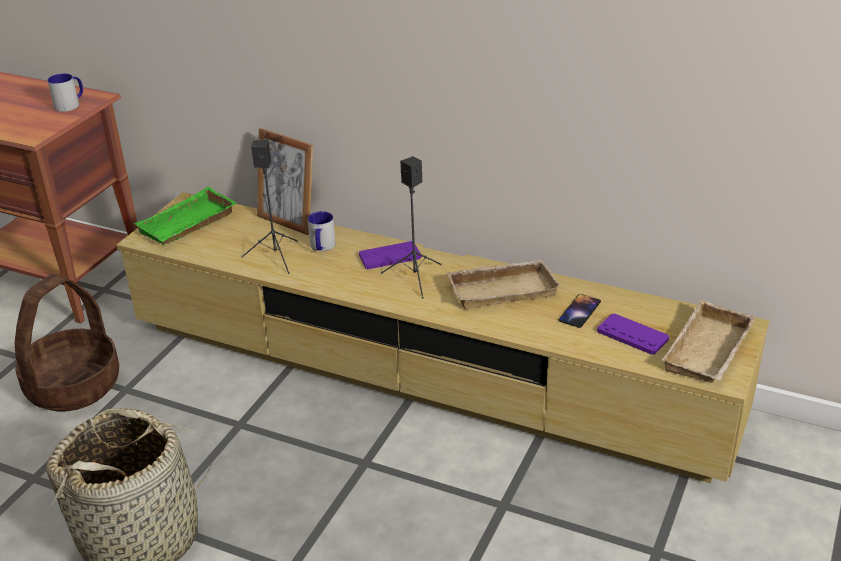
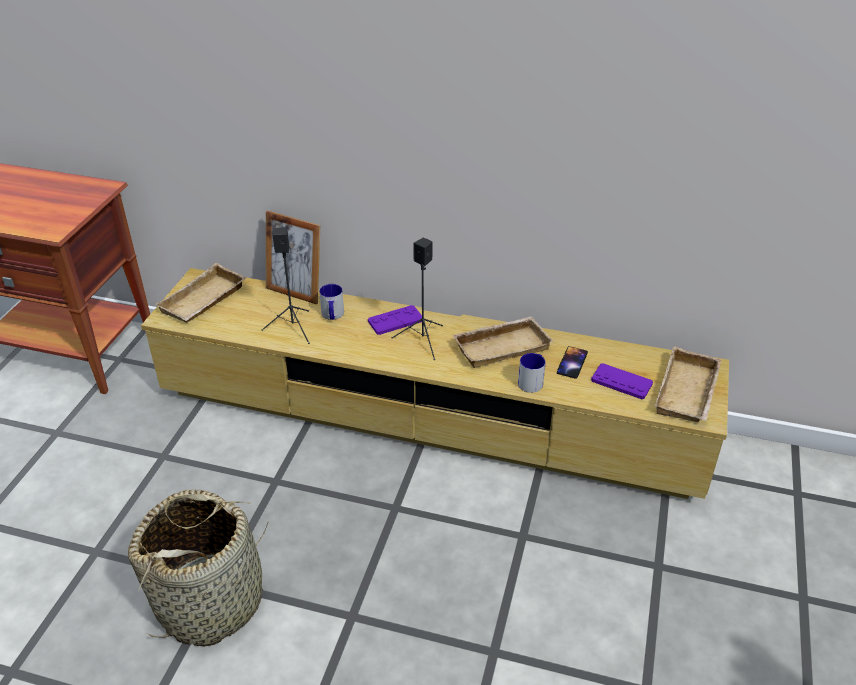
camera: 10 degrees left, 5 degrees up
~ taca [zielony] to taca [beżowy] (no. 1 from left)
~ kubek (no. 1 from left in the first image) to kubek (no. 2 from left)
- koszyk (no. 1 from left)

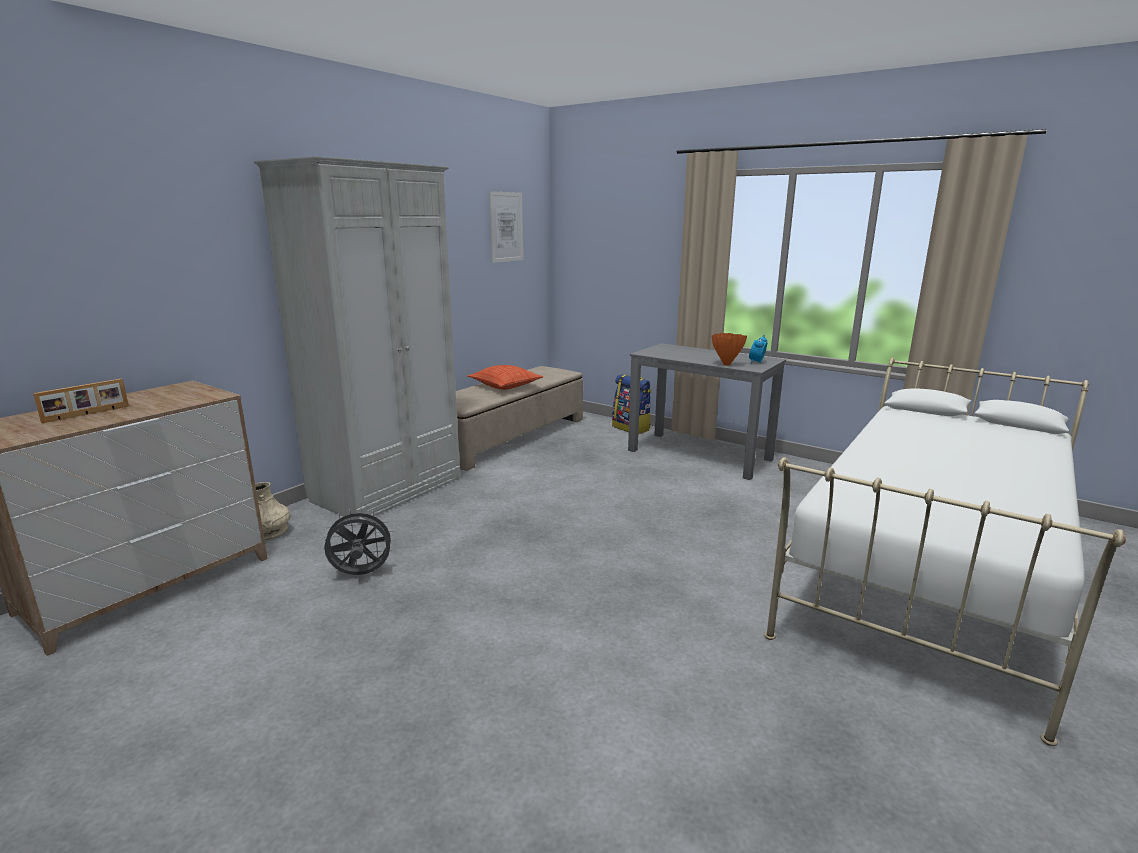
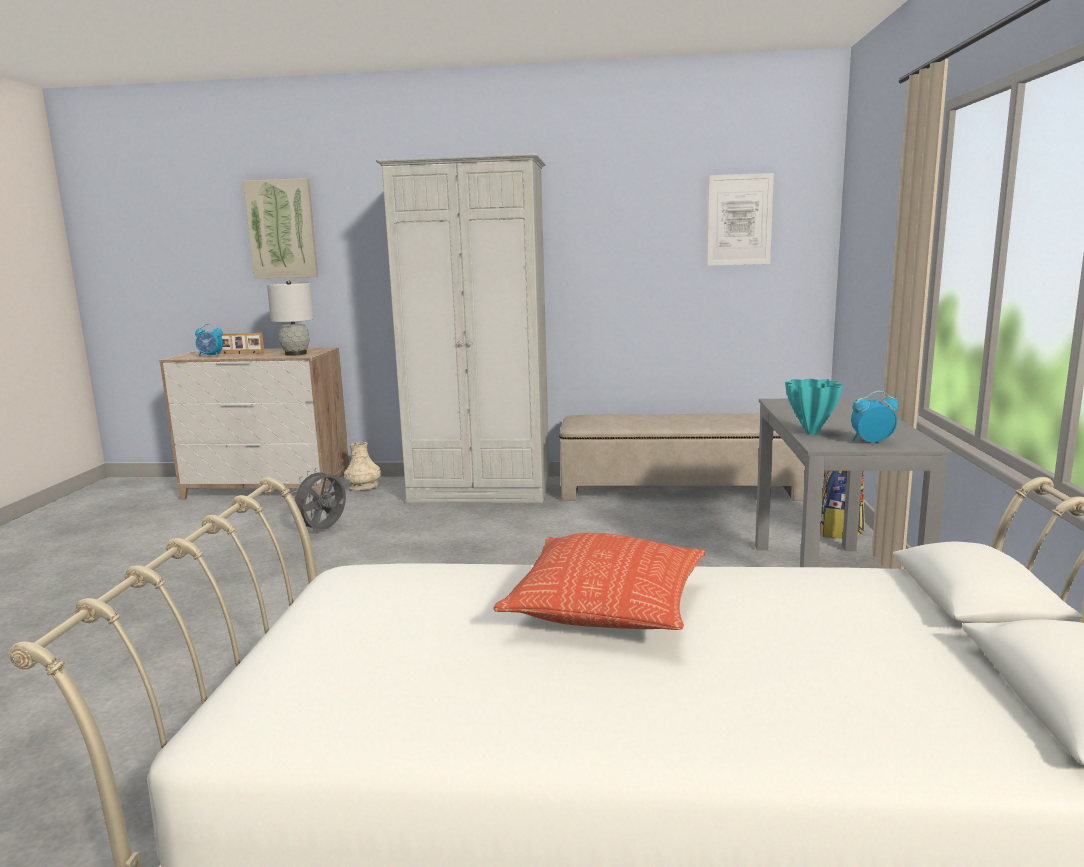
camera: 60 degrees right, 5 degrees down
+ budzik (no. 1 from left)
+ obraz (no. 1 from left)
+ lampa stołowa [biały]
~ wentylator [szary] 105 degrees counterclockwise
~ poduszka [pomarańczowy]
~ wazon [pomarańczowy] to wazon [turkusowy]

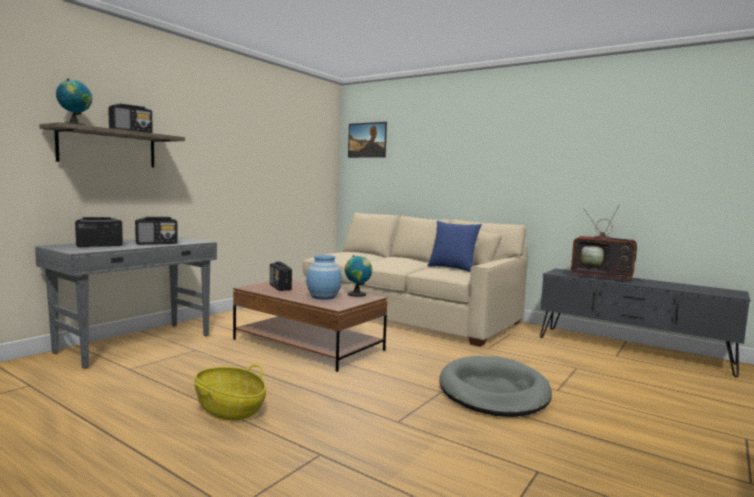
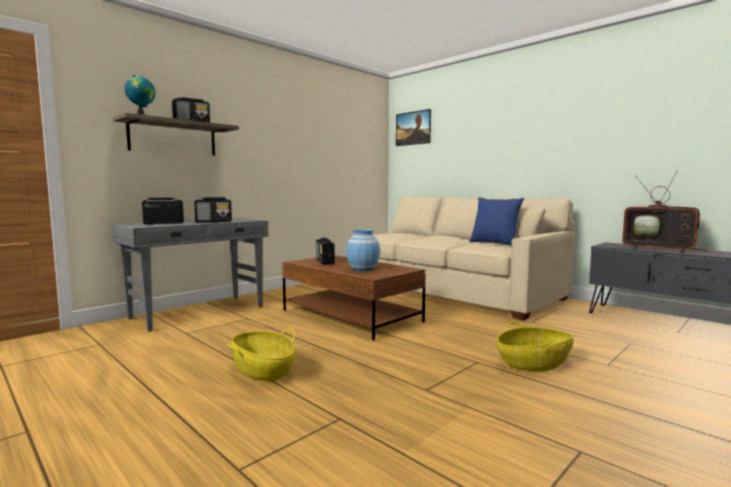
camera: 10 degrees right, 0 degrees up
~ legowisko [szary] to koszyk (no. 2 from left)
- globus (no. 2 from left)

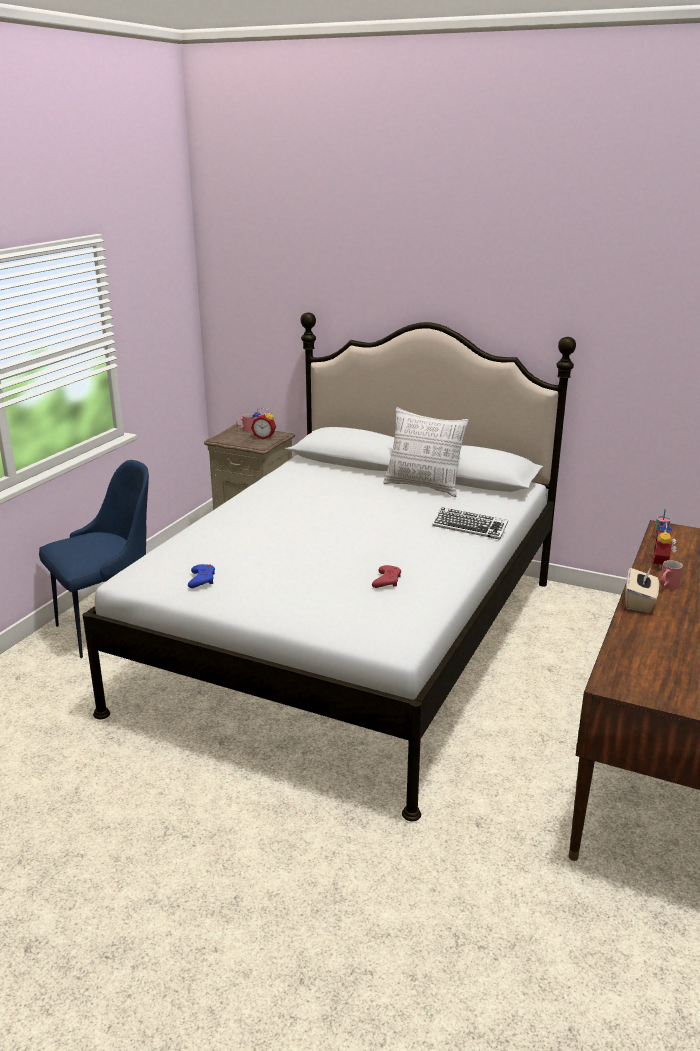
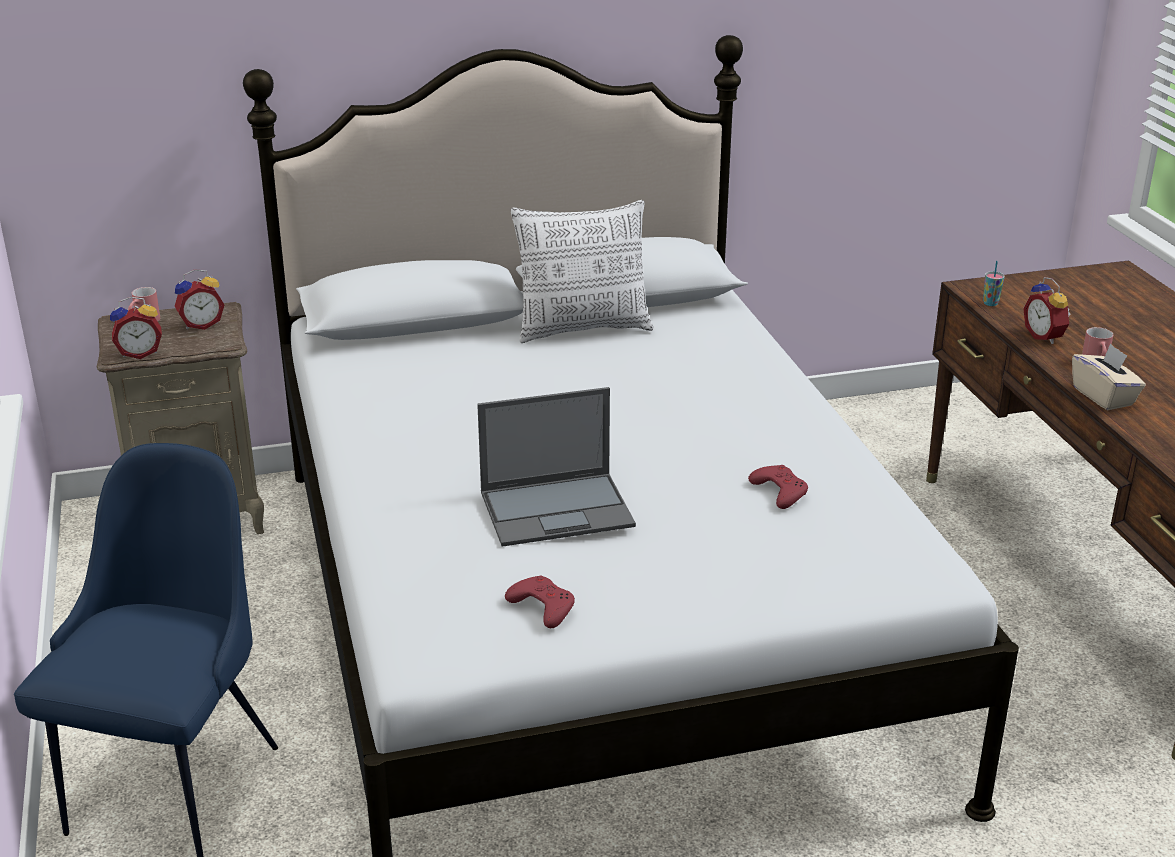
camera: 40 degrees left, 5 degrees up
+ budzik (no. 1 from left)
+ laptop
~ pad do gier [niebieski] to pad do gier [czerwony] (no. 1 from left)
- klawiatura

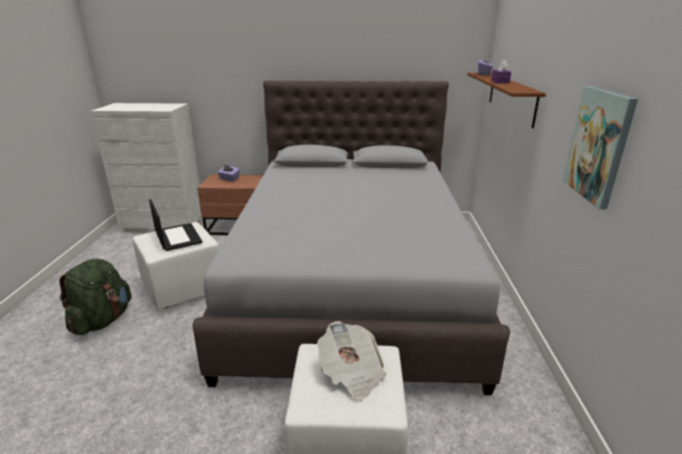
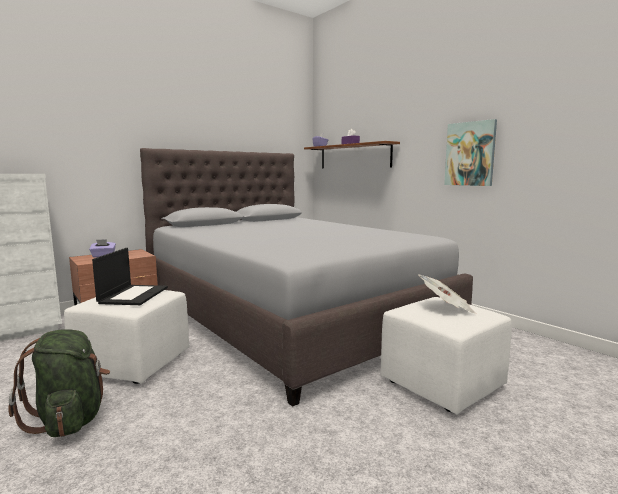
camera: 40 degrees left, 15 degrees down
~ laptop 75 degrees clockwise

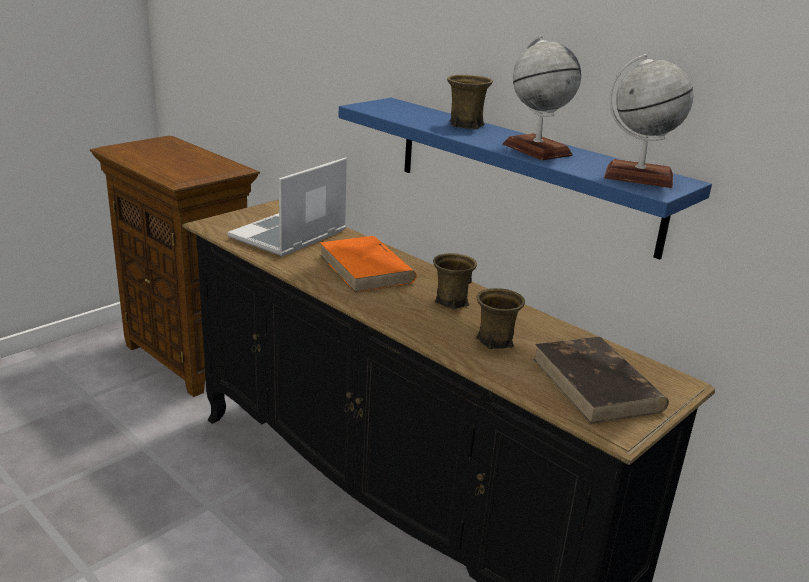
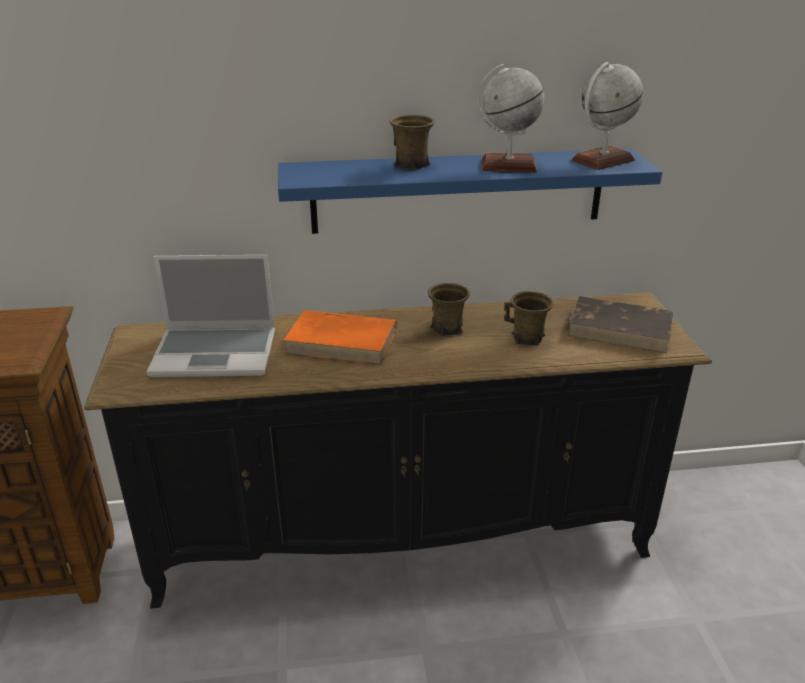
camera: 50 degrees left, 5 degrees up
~ laptop 75 degrees counterclockwise

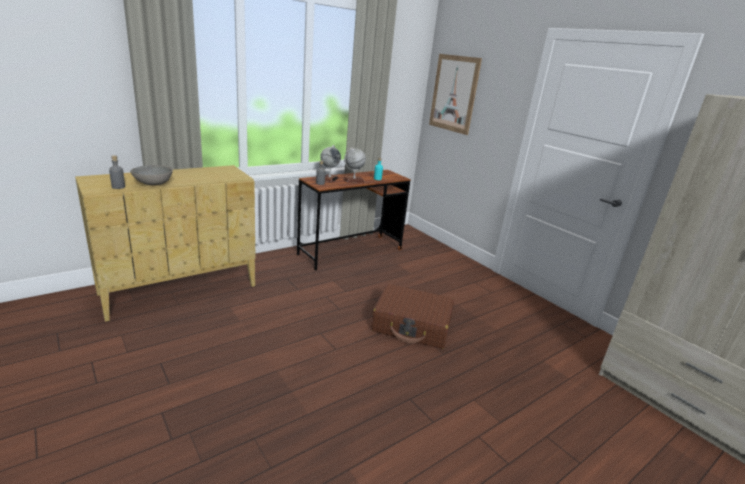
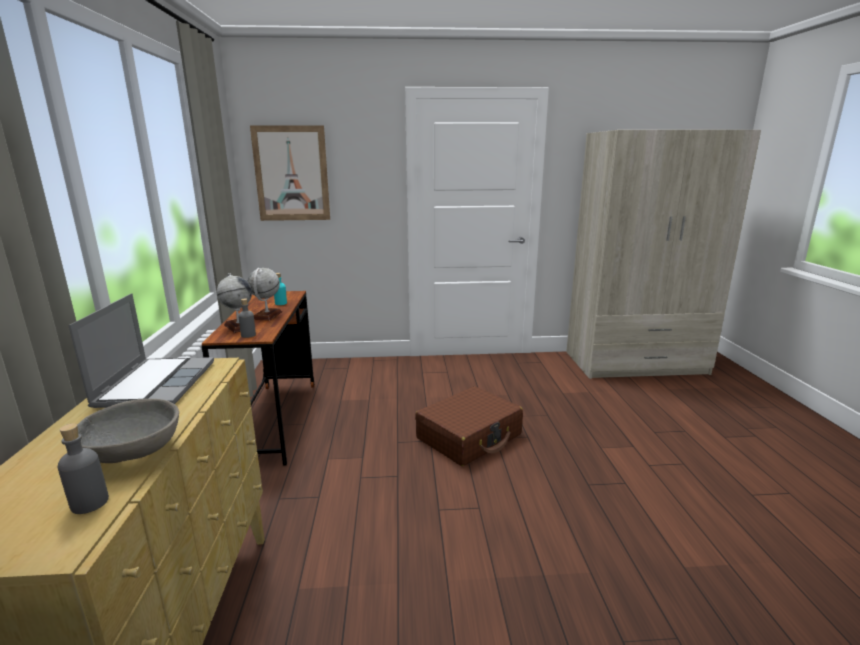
camera: 55 degrees left, 5 degrees down
+ laptop

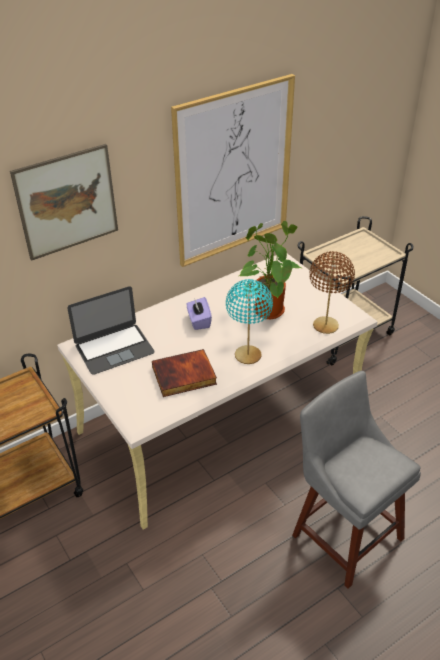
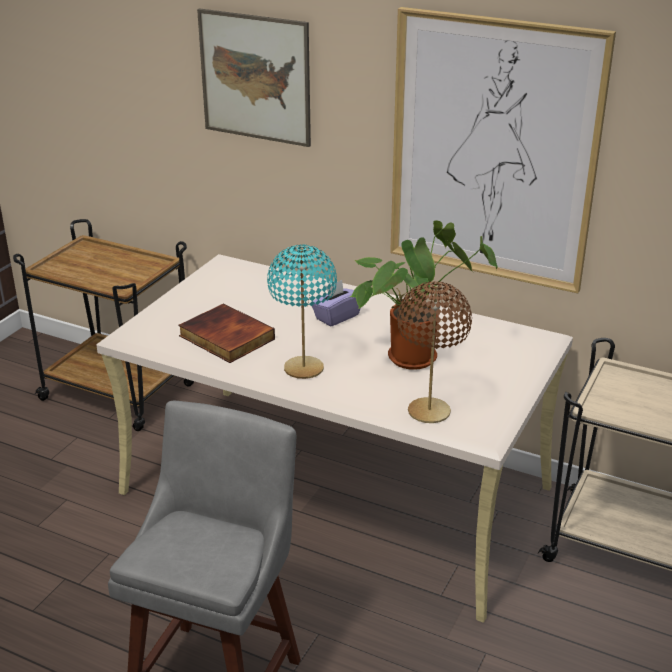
camera: 60 degrees right, 10 degrees down
- laptop

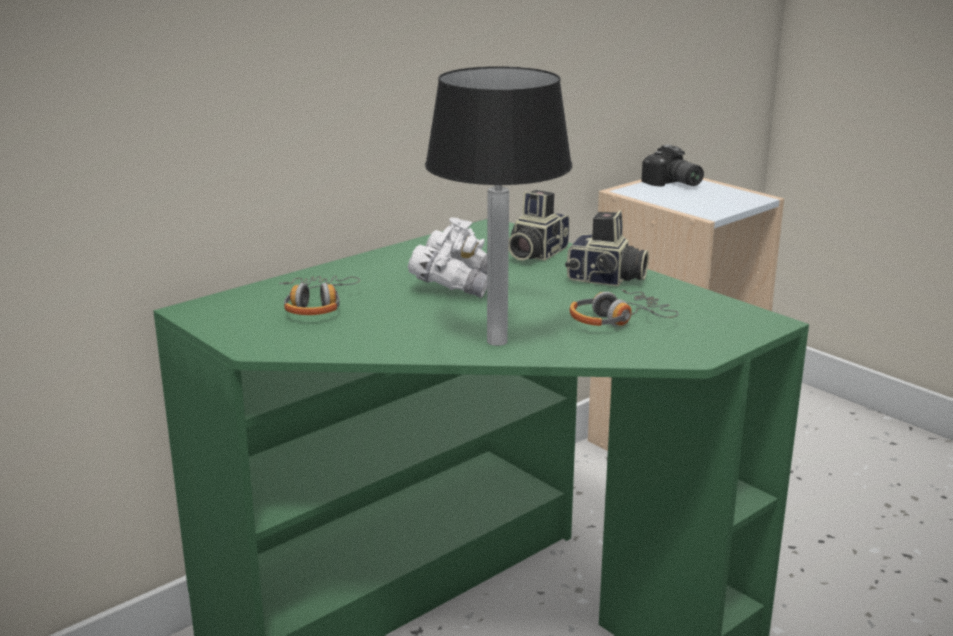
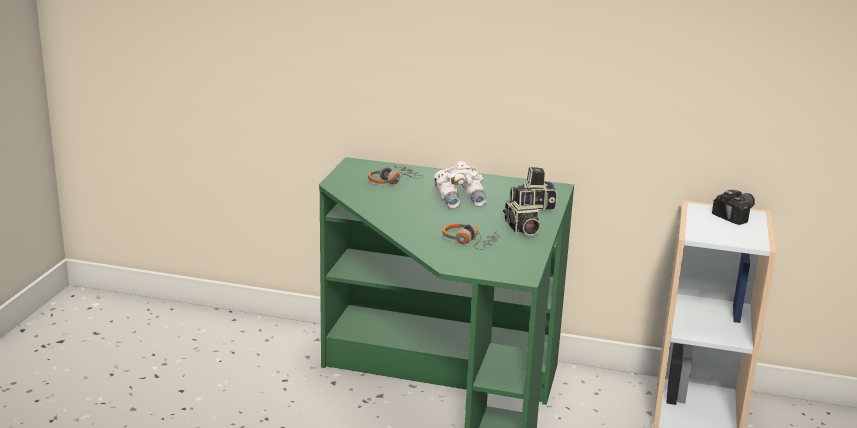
camera: 55 degrees right, 0 degrees up
~ aparat fotograficzny (no. 3 from left) 150 degrees counterclockwise
- lampa stołowa

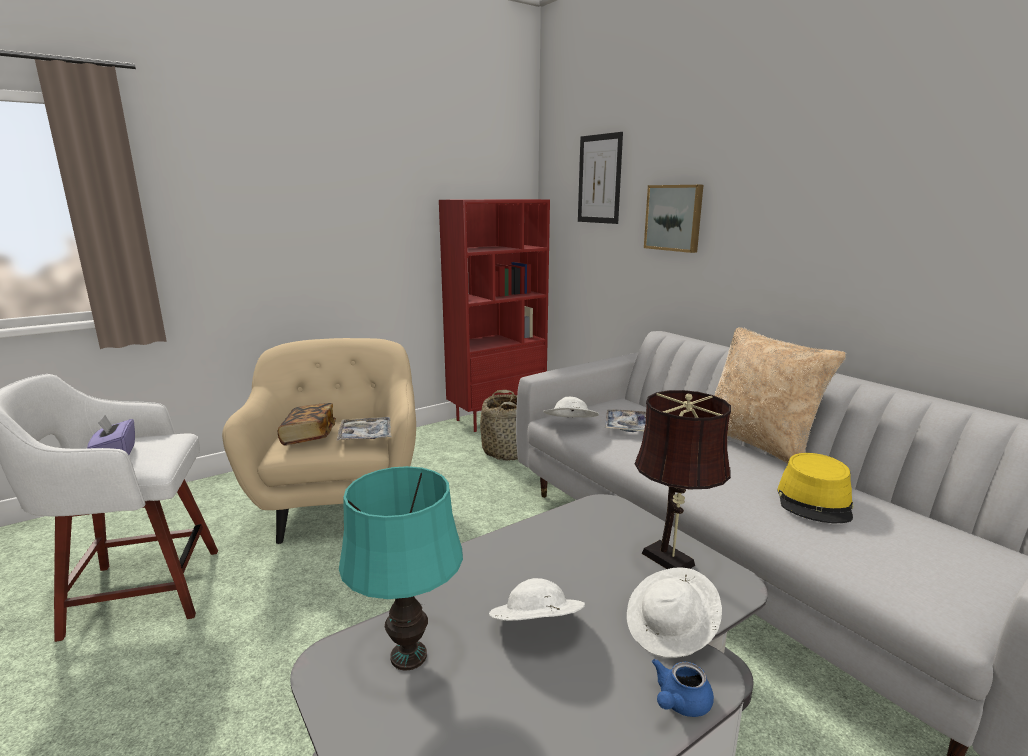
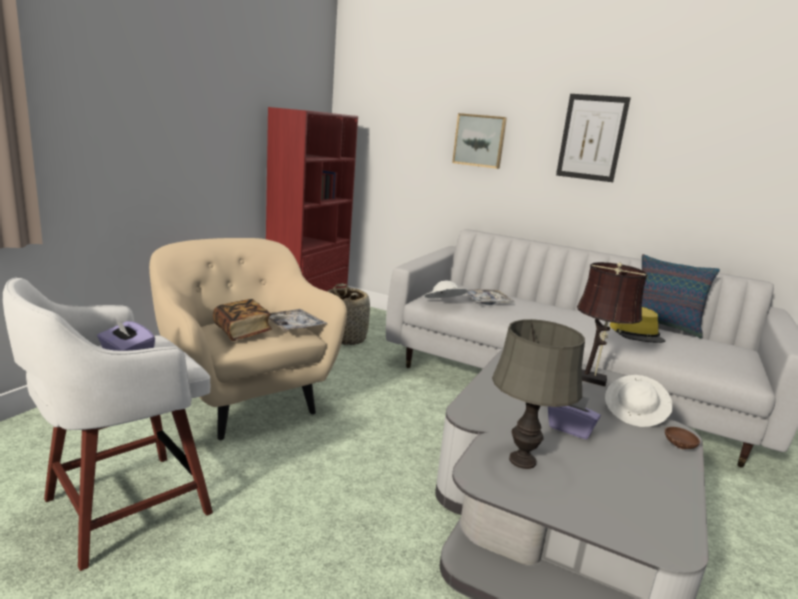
camera: 30 degrees left, 0 degrees up
~ lampa stołowa [turkusowy] to lampa stołowa [szary]
~ kapelusz [biały] (no. 1 from left) to pudełko chusteczek [fioletowy] (no. 2 from left)
~ obraz (no. 1 from left in the first image) to obraz (no. 2 from left)
+ poduszka [niebieski]
~ imbryk [niebieski] to miska [brązowy]
- poduszka [beżowy]

